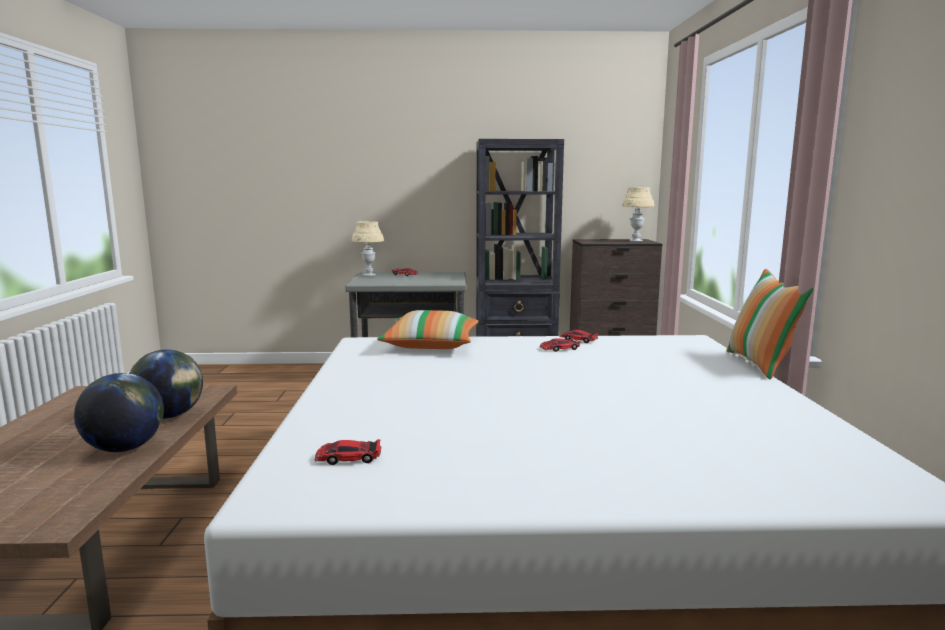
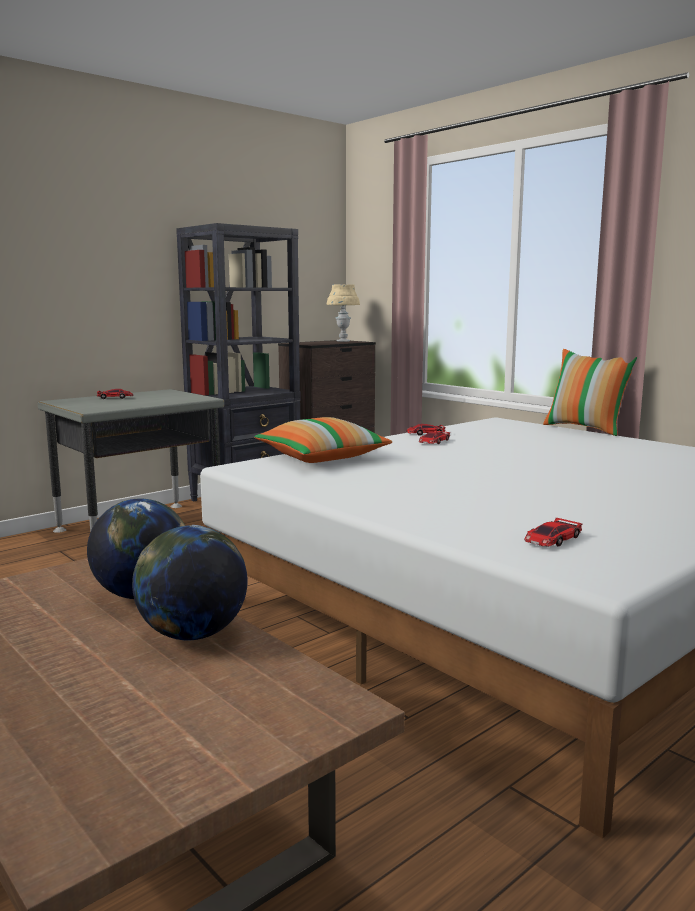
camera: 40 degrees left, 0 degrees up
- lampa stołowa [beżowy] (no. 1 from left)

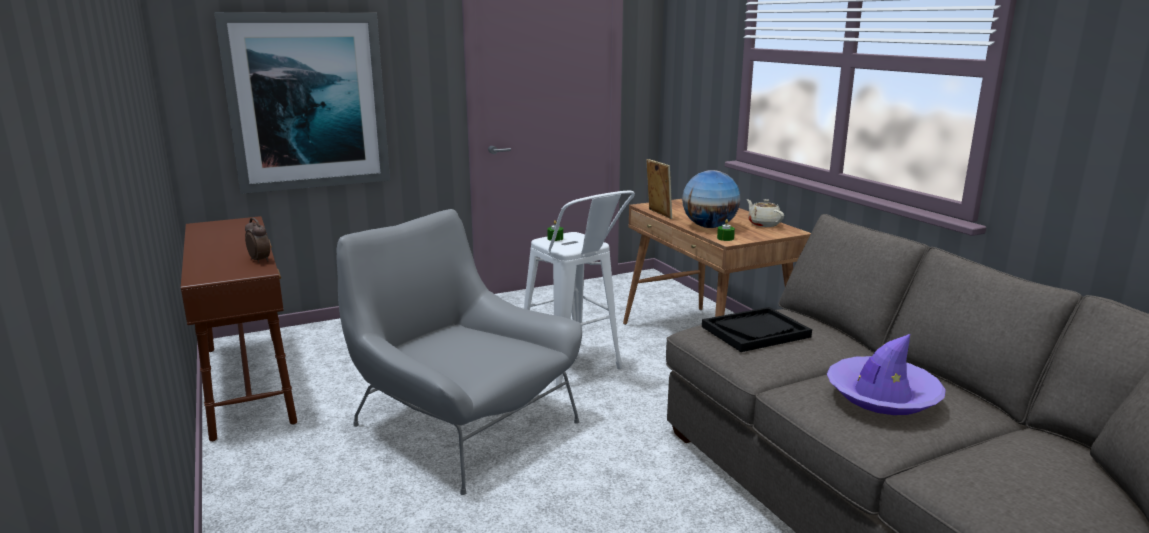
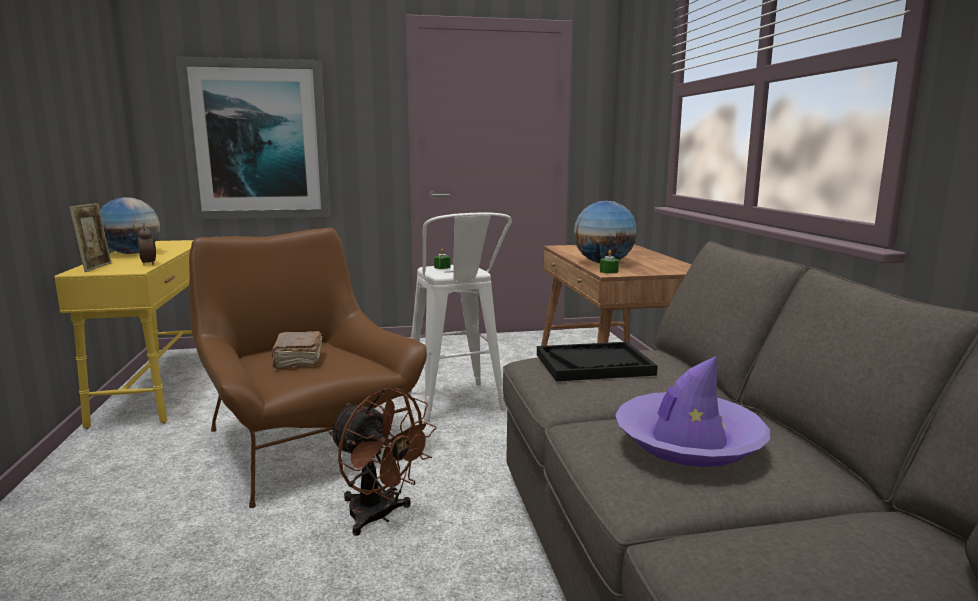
camera: 15 degrees right, 5 degrees down
~ stolik konsolowy [brązowy] to stolik konsolowy [żółty]
~ ramka na zdjęcie
+ globus (no. 1 from left)
~ fotel [szary] to fotel [brązowy]
+ książka [brązowy]
+ wentylator [brązowy]
- imbryk [beżowy]

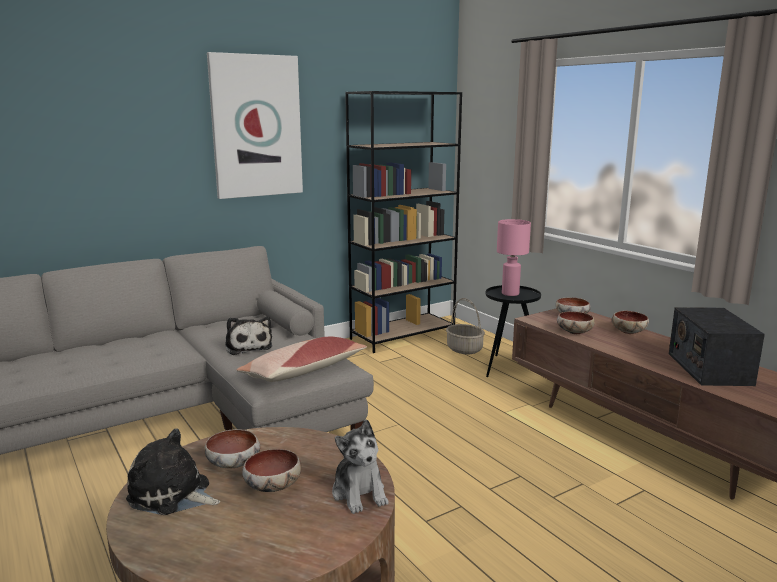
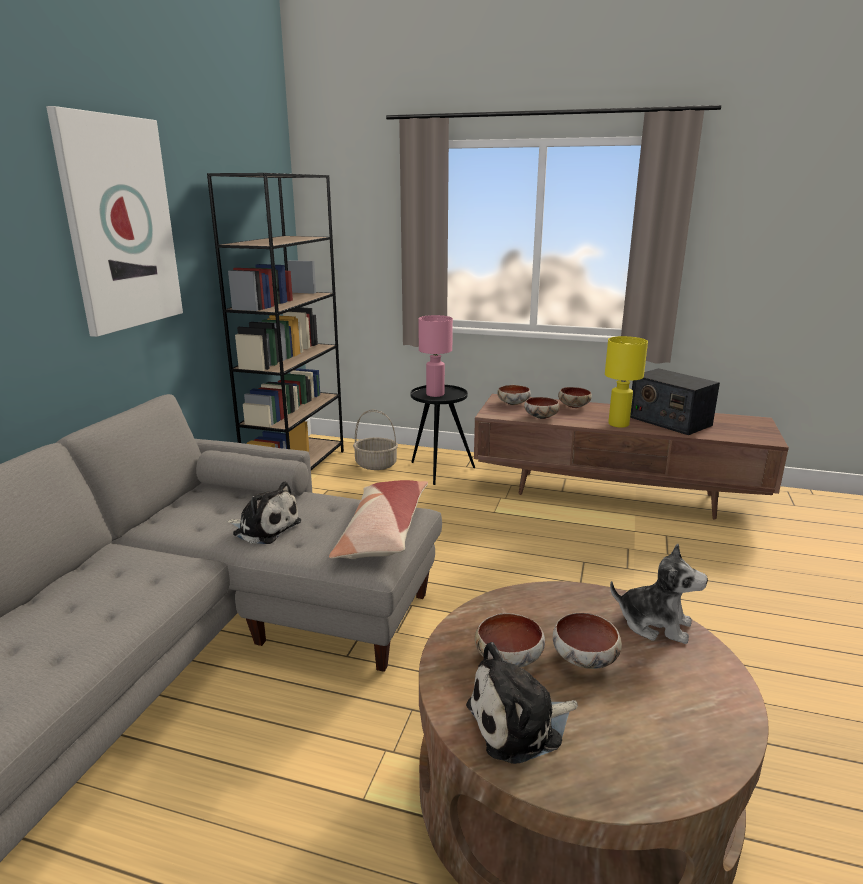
camera: 40 degrees left, 5 degrees up
+ lampa stołowa [żółty]

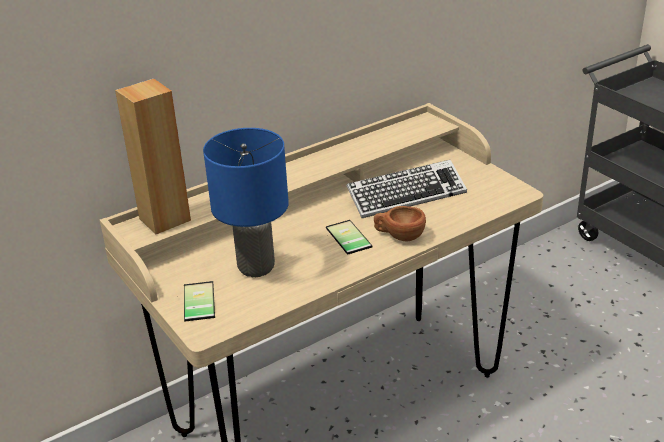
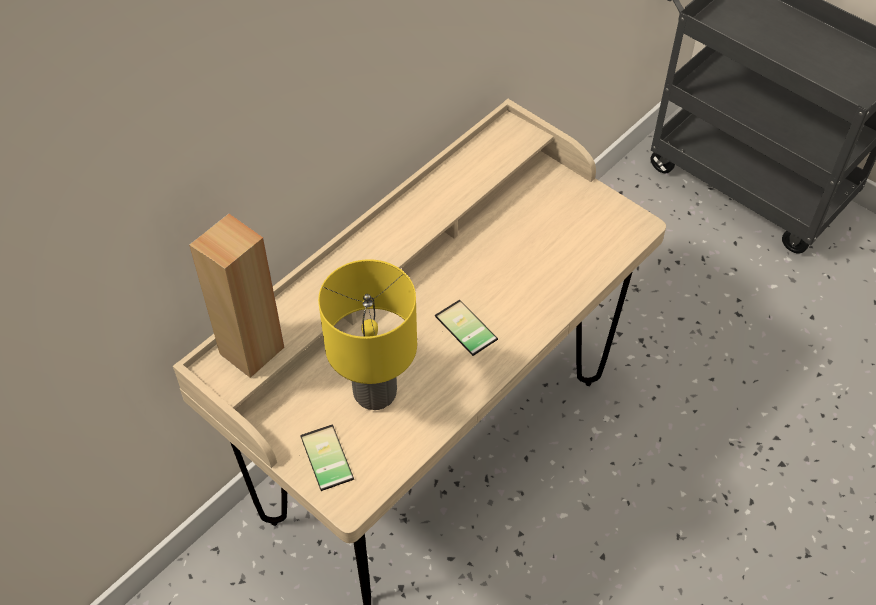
camera: 15 degrees left, 20 degrees up
~ lampa stołowa [niebieski] to lampa stołowa [żółty]
- klawiatura
- filiżanka [brązowy]

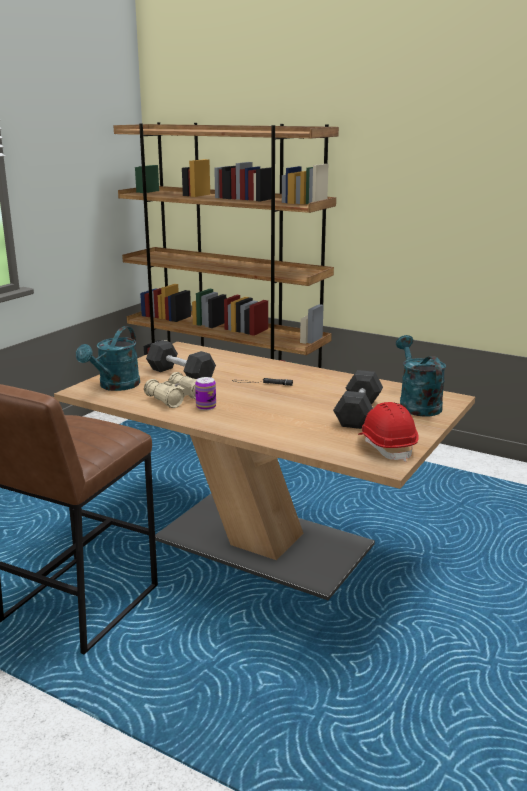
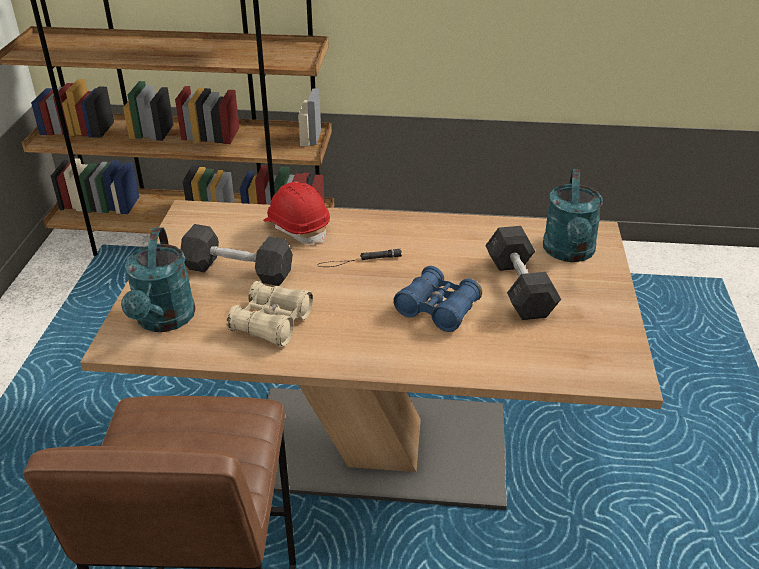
camera: 25 degrees left, 15 degrees up
~ kask [czerwony]
+ lornetka [niebieski]
~ konewka [turkusowy] (no. 2 from left) 135 degrees counterclockwise
- puszka

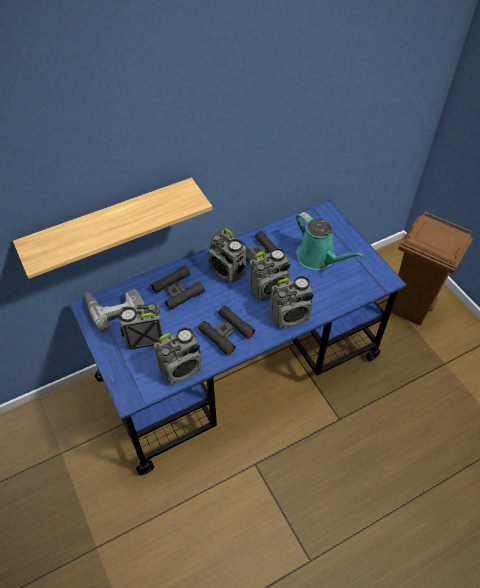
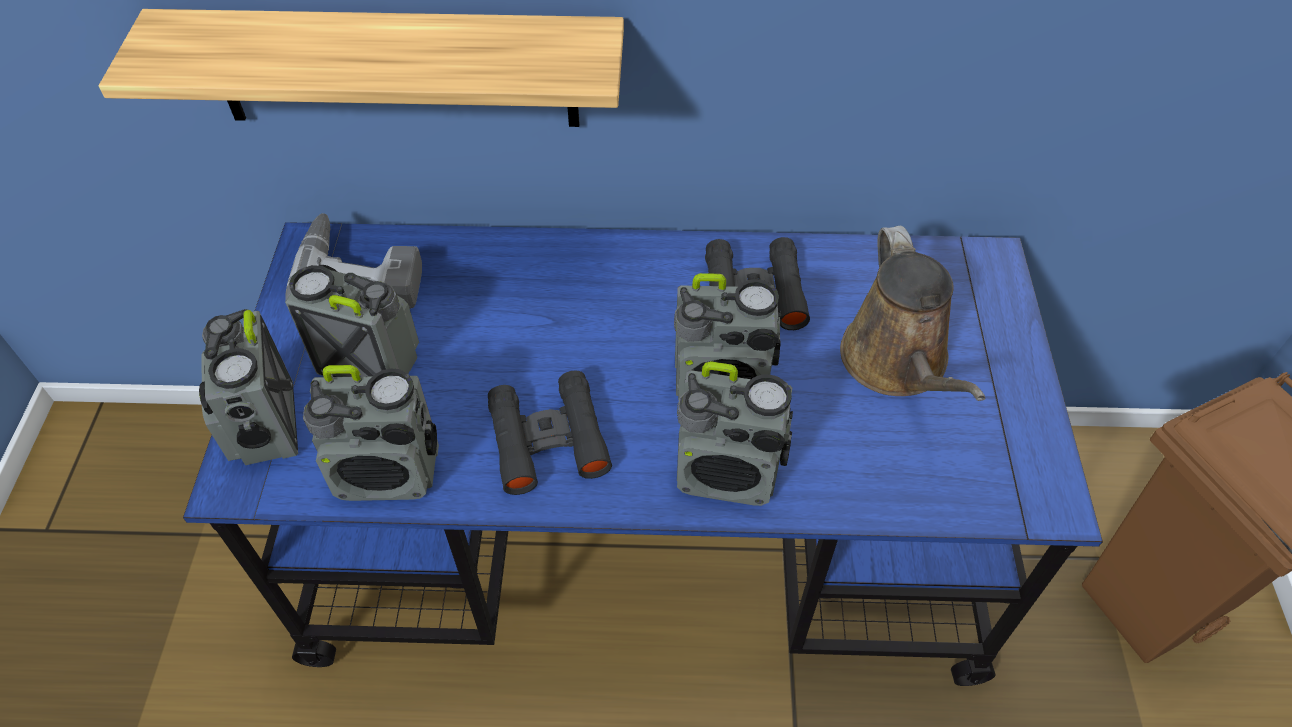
camera: 30 degrees right, 0 degrees up
~ radio (no. 3 from left in the first image) to radio (no. 1 from left)
~ konewka [turkusowy] to konewka [brązowy]
- lornetka [czarny] (no. 1 from left)

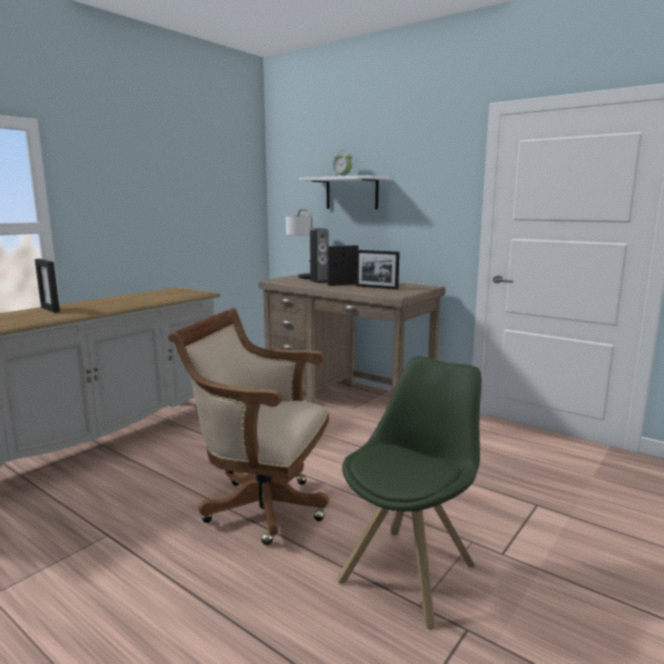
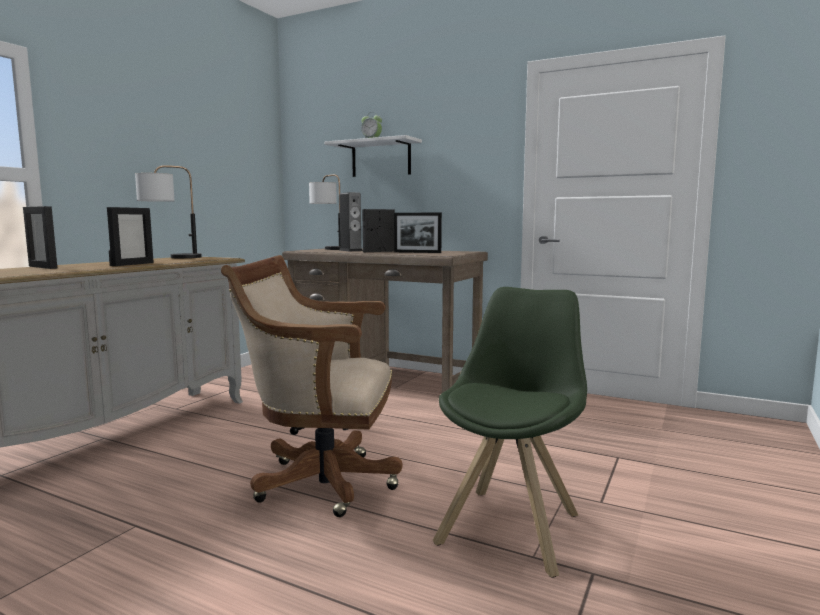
camera: 10 degrees left, 5 degrees down
+ ramka na zdjęcie (no. 2 from left)
+ lampa stołowa (no. 1 from left)

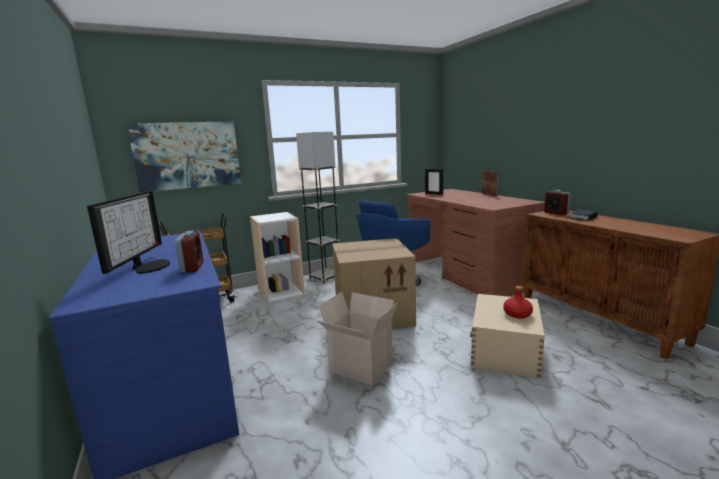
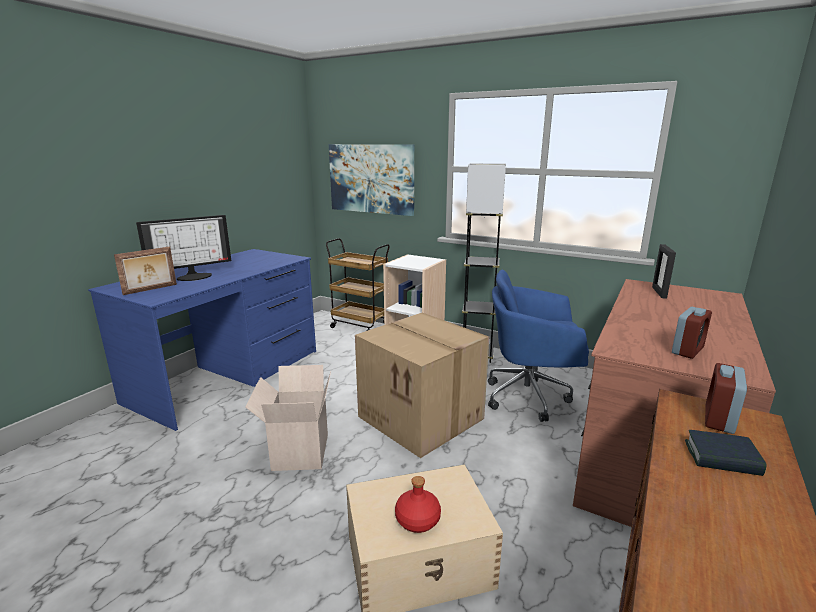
camera: 55 degrees right, 5 degrees up
~ ramka na zdjęcie (no. 2 from left in the first image) to ramka na zdjęcie (no. 1 from left)
~ budzik (no. 1 from left)

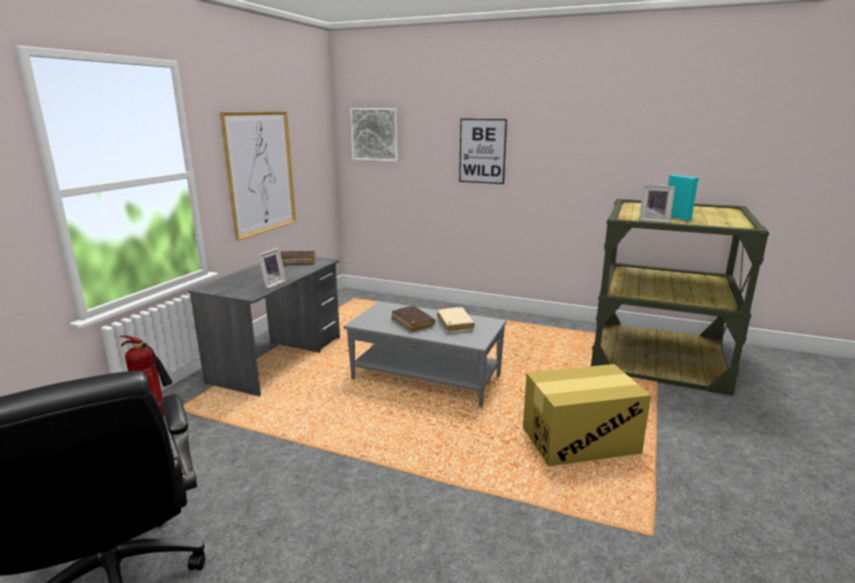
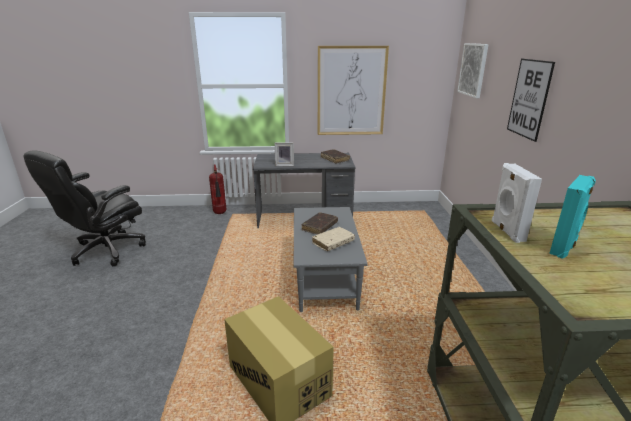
camera: 65 degrees right, 5 degrees up
~ ramka na zdjęcie (no. 2 from left) to głośnik [biały]

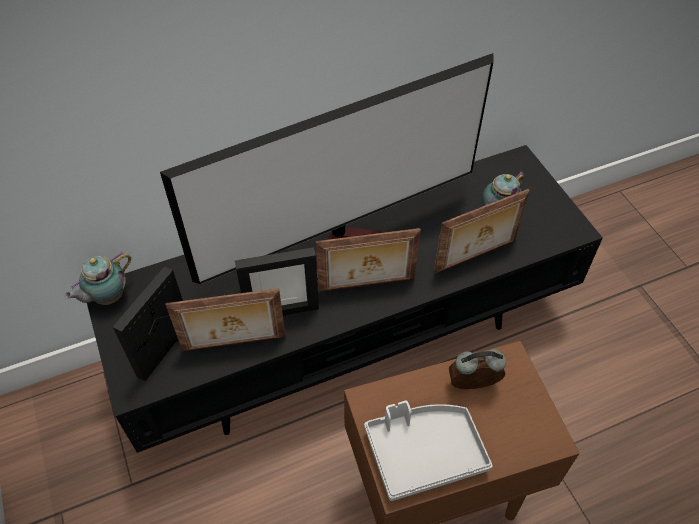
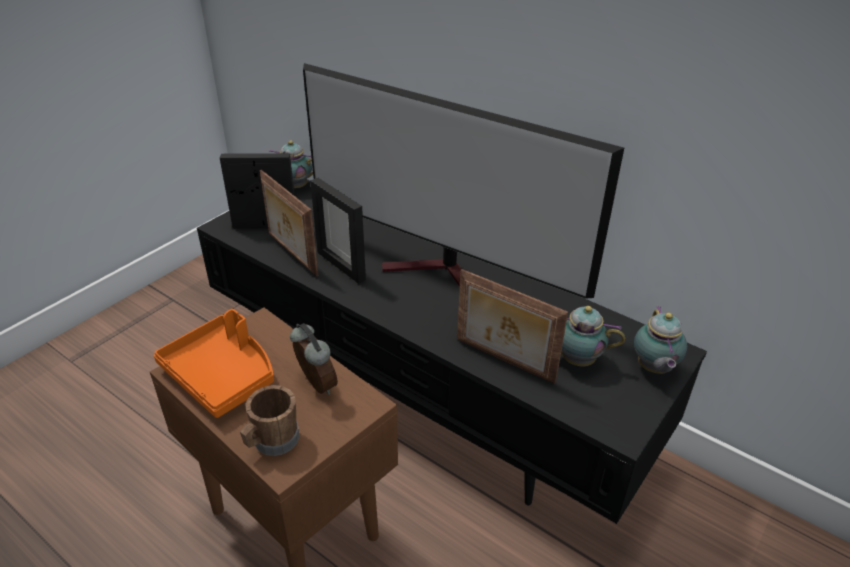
camera: 60 degrees right, 15 degrees down
~ taca [szary] to taca [pomarańczowy]
+ kubek [brązowy]
+ imbryk (no. 3 from left)
- ramka na zdjęcie (no. 4 from left)

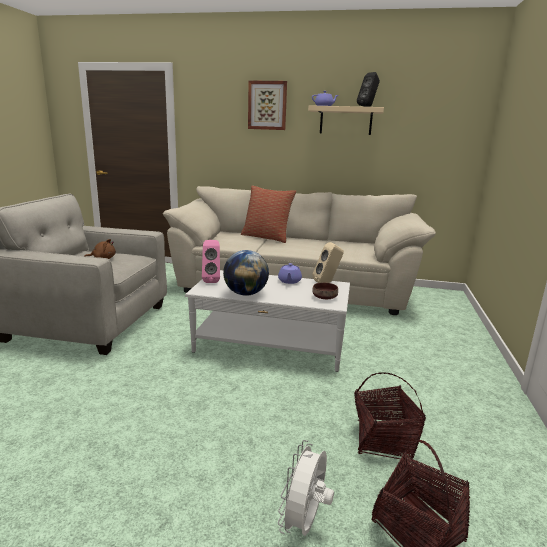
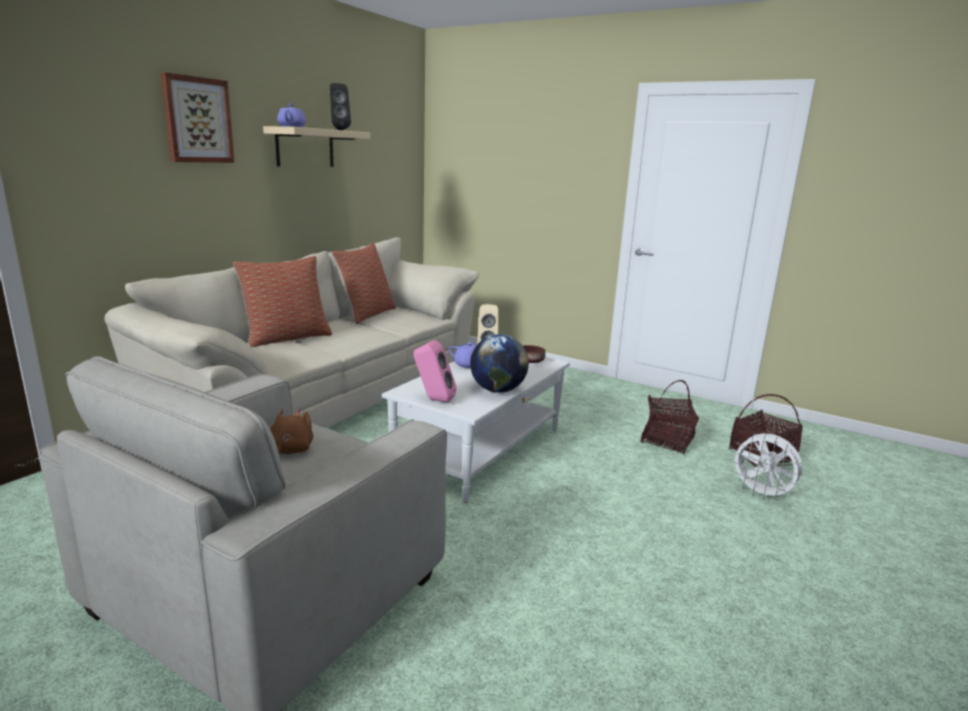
camera: 70 degrees left, 0 degrees up
+ poduszka (no. 2 from left)

